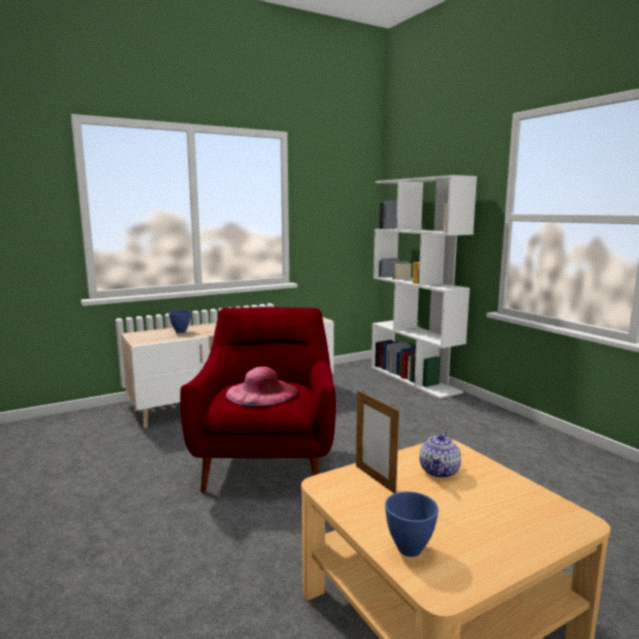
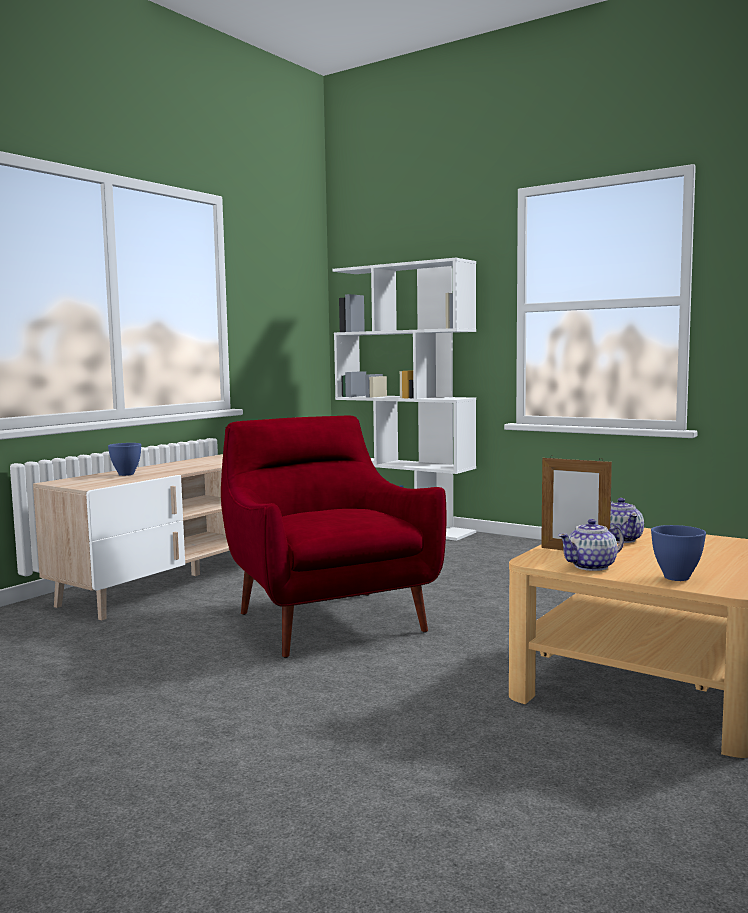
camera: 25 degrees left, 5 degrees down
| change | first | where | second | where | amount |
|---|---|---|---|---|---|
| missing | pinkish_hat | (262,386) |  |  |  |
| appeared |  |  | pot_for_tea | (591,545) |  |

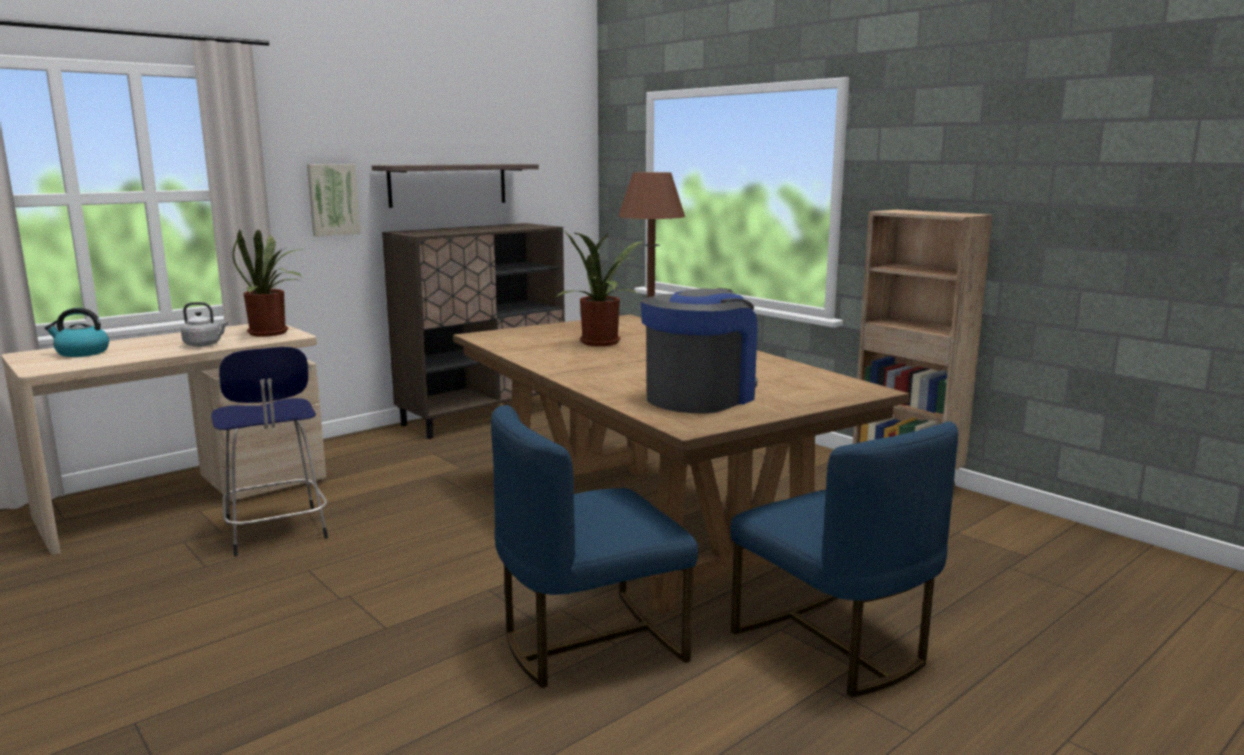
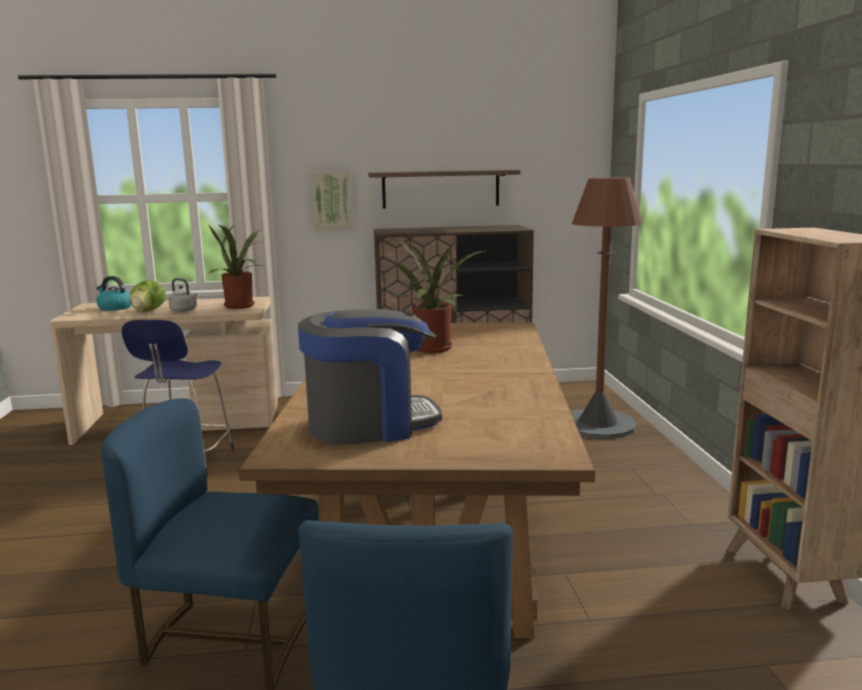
camera: 35 degrees right, 0 degrees up
| change | first | where | second | where | amount |
|---|---|---|---|---|---|
| appeared |  |  | lettuce_head | (147,296) |  |

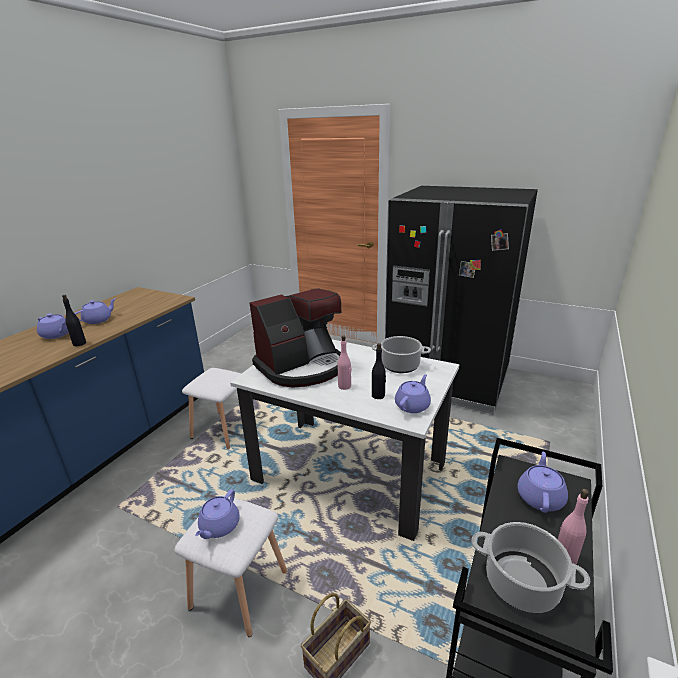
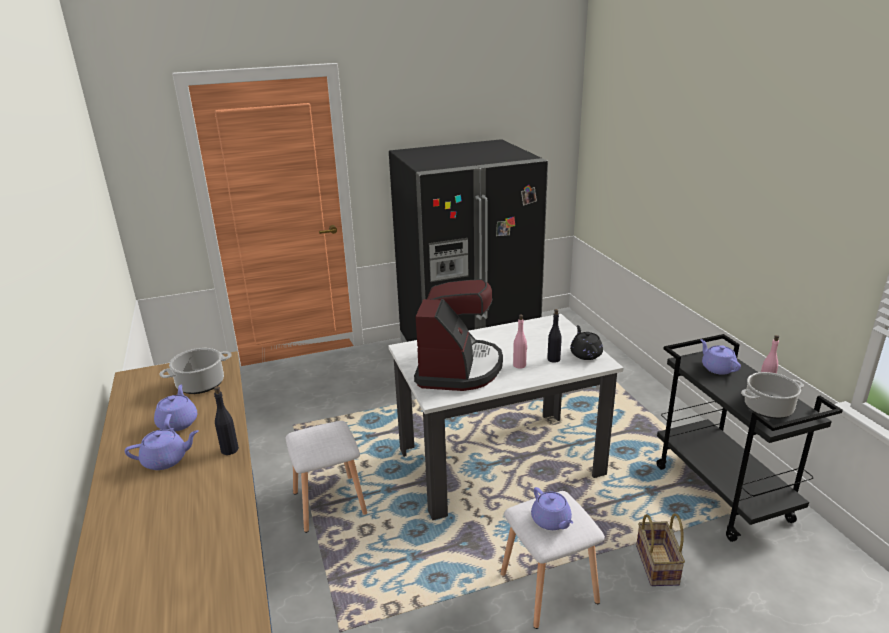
camera: 45 degrees left, 0 degrees up
| change | first | where | second | where | amount |
|---|---|---|---|---|---|
| relocated | saucepot | (401,354) |  | (195,371) |  |
| colour | purple-coloured_pot_for_tea | (413,393) | black-coloured_pot_for_tea | (586,342) |  |

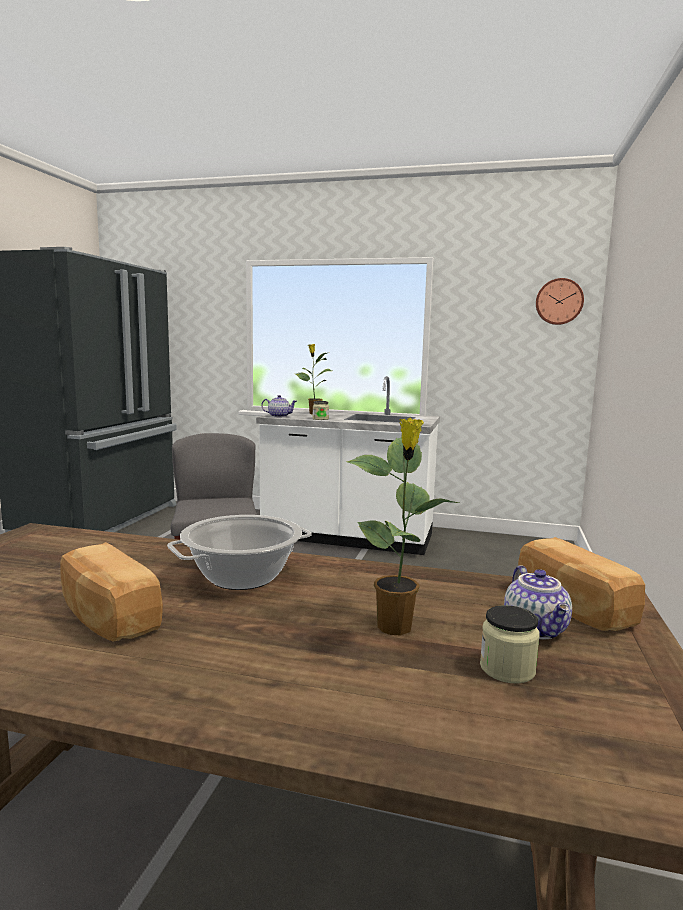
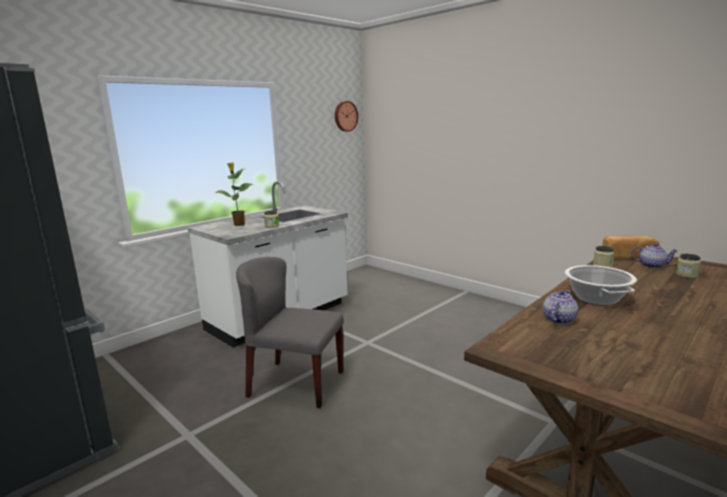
camera: 60 degrees left, 5 degrees up
| change | first | where | second | where | amount |
|---|---|---|---|---|---|
| missing | bakery_bread | (111,591) |  |  |  |
| relocated | pot_for_tea | (279,406) |  | (560,307) |  |
| missing | potted_plant | (403,527) |  |  |  |
| appeared |  |  | preserve_jar | (603,256) |  |

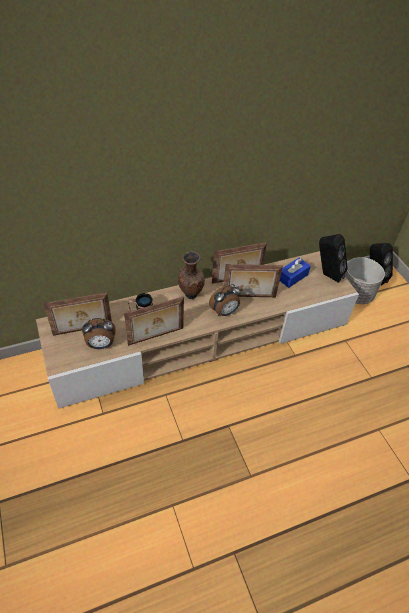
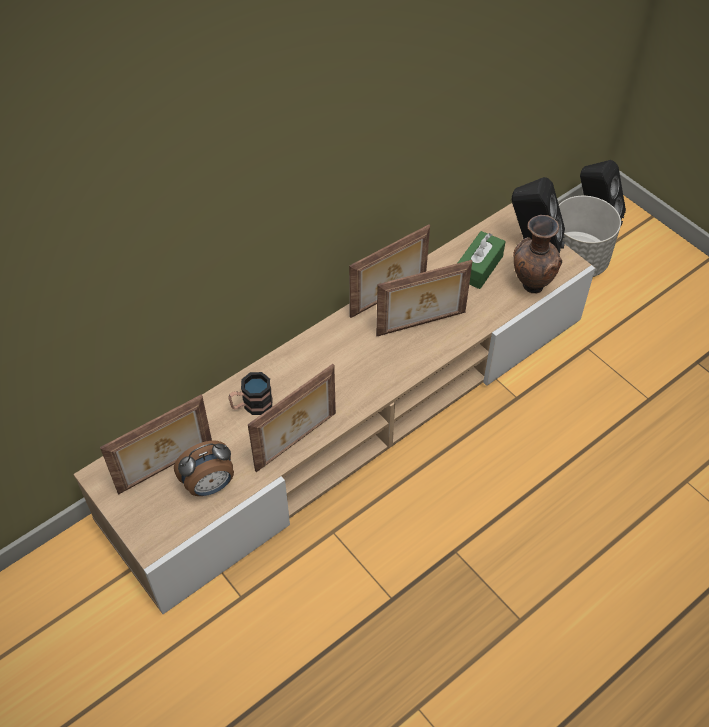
camera: 15 degrees left, 5 degrees up
| change | first | where | second | where | amount |
|---|---|---|---|---|---|
| relocated | brownish_decorative_vase | (191,275) |  | (537,254) |  |
| missing | alarm_clock | (225,300) |  |  |  |
| colour | bluish_tissue_box | (295,273) | green_tissue_box | (482,260) |  |

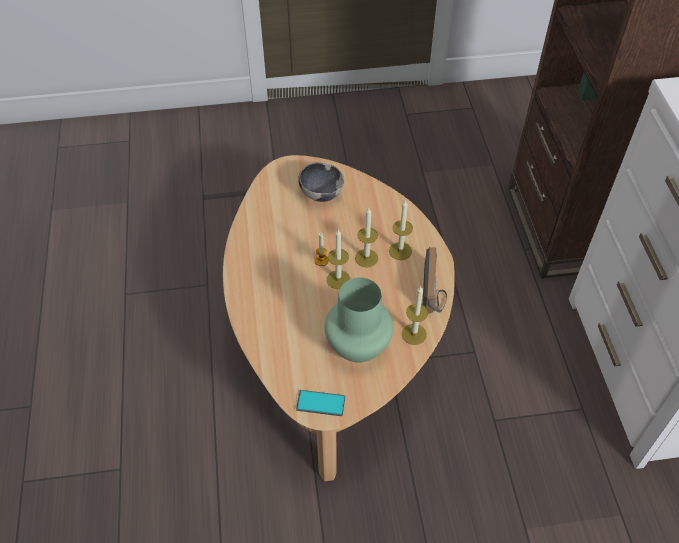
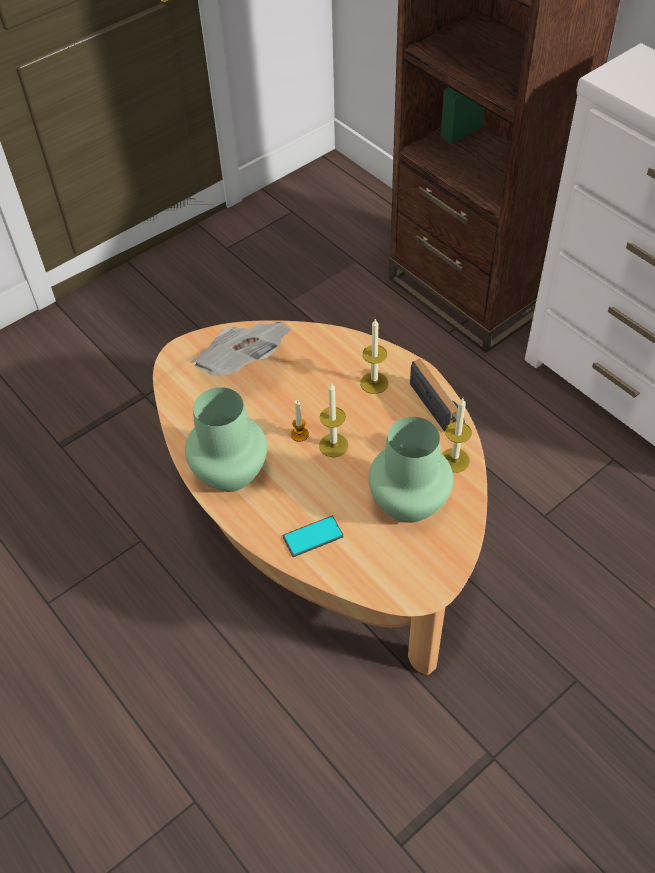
camera: 30 degrees left, 0 degrees up
| change | first | where | second | where | amount |
|---|---|---|---|---|---|
| relocated | telephone | (320,403) |  | (313,536) |  |
| exchanged | serving_bowl | (321,182) | newspaper | (241,349) |  |
| missing | wax_light | (366,238) |  |  |  |
| appeared |  |  | green_decorative_vase | (226,439) |  |

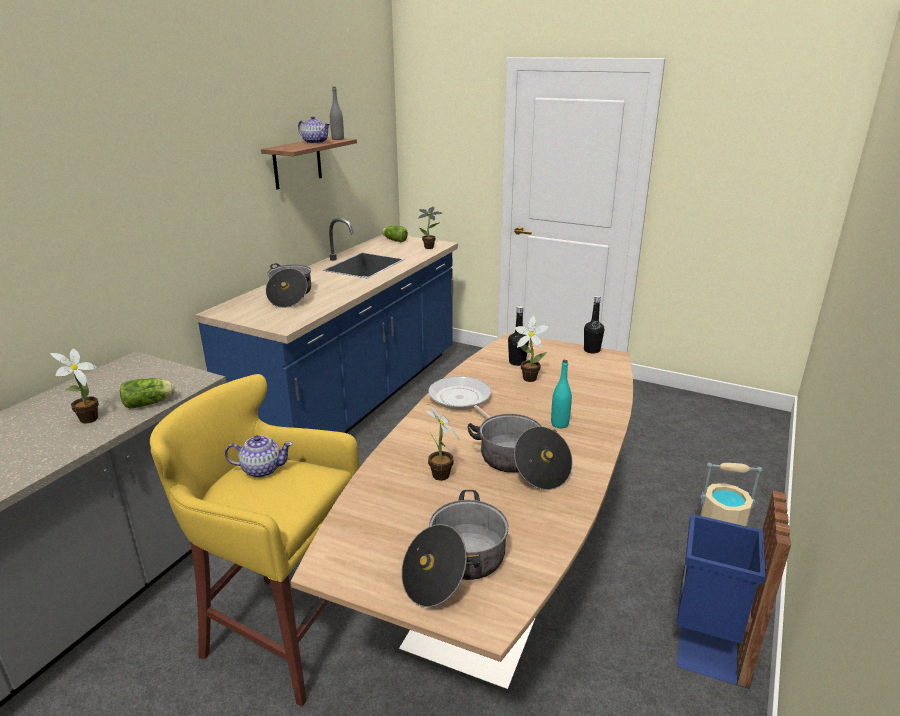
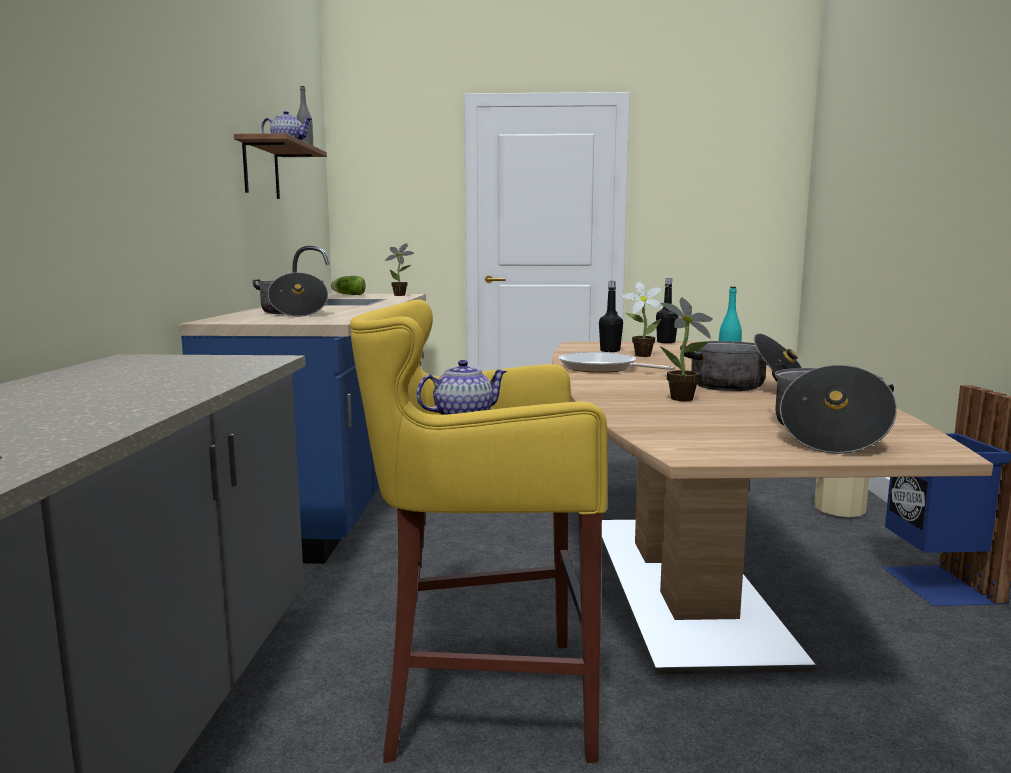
camera: 25 degrees left, 15 degrees down
| change | first | where | second | where | amount |
|---|---|---|---|---|---|
| missing | potted_plant | (74,386) |  |  |  |
| missing | lettuce_head | (147,393) |  |  |  |

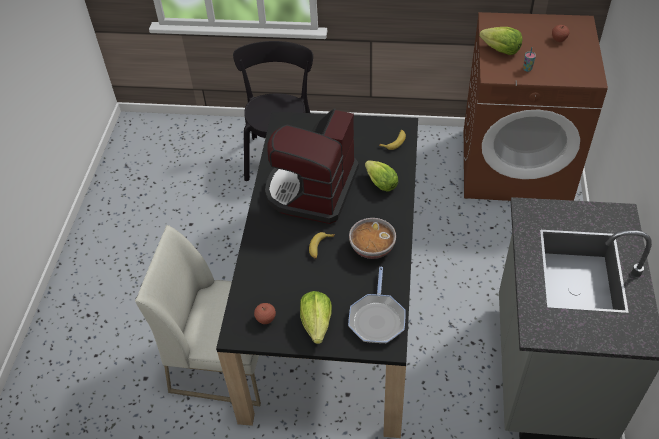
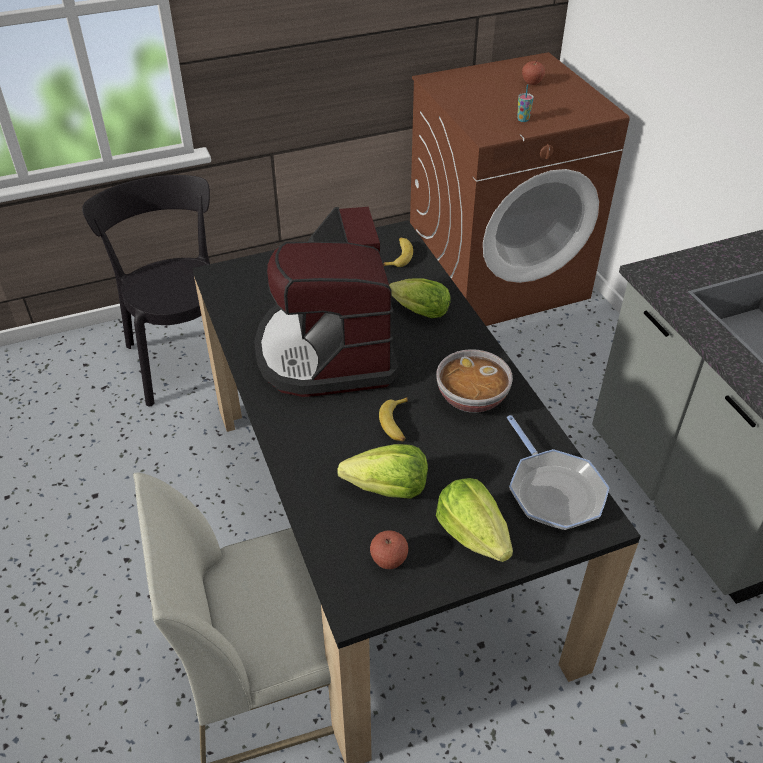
camera: 30 degrees left, 5 degrees down
| change | first | where | second | where | amount |
|---|---|---|---|---|---|
| relocated | lettuce_head | (501,41) |  | (382,471) |  |

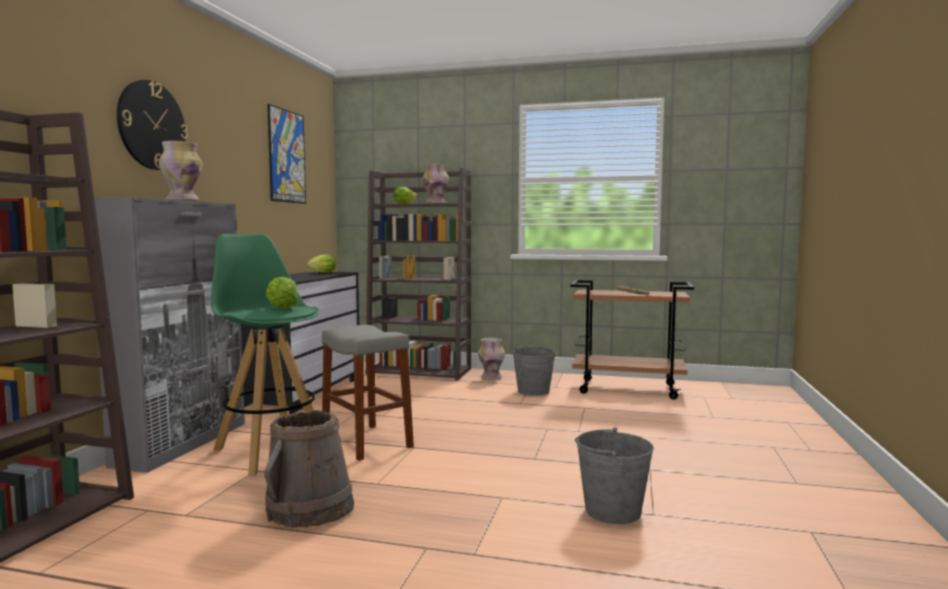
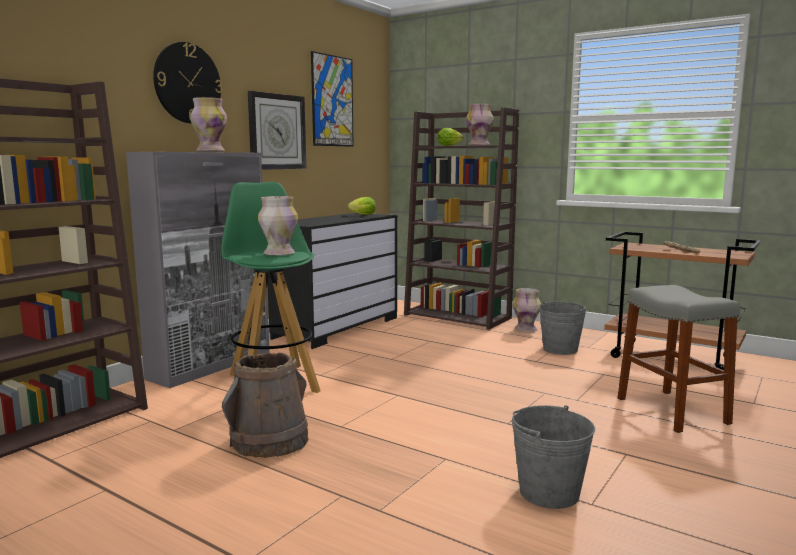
camera: 20 degrees right, 5 degrees up
| change | first | where | second | where | amount |
|---|---|---|---|---|---|
| exchanged | lettuce_head | (282,292) | decorative_vase | (278,226) |  |
| relocated | gray_stool | (368,393) |  | (679,359) |  |
| appeared |  |  | clock_on_the_wall | (277,130) |  |

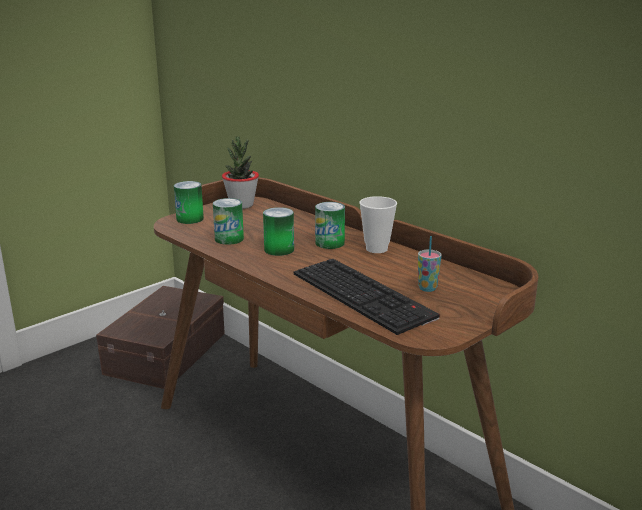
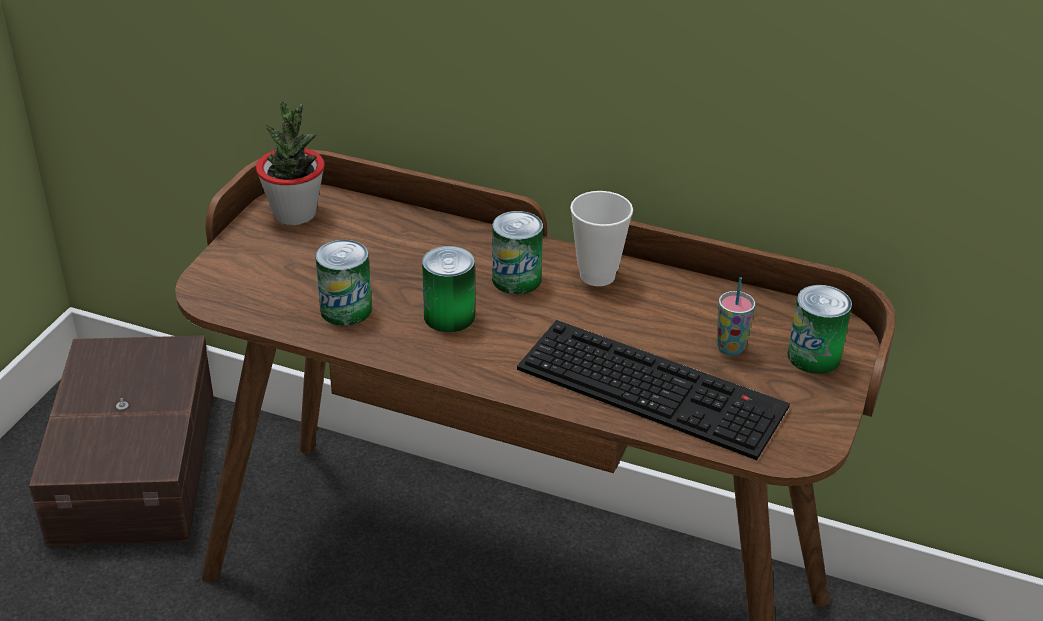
camera: 25 degrees left, 15 degrees up
| change | first | where | second | where | amount |
|---|---|---|---|---|---|
| relocated | sealed_can | (189,202) |  | (819,329) |  |

